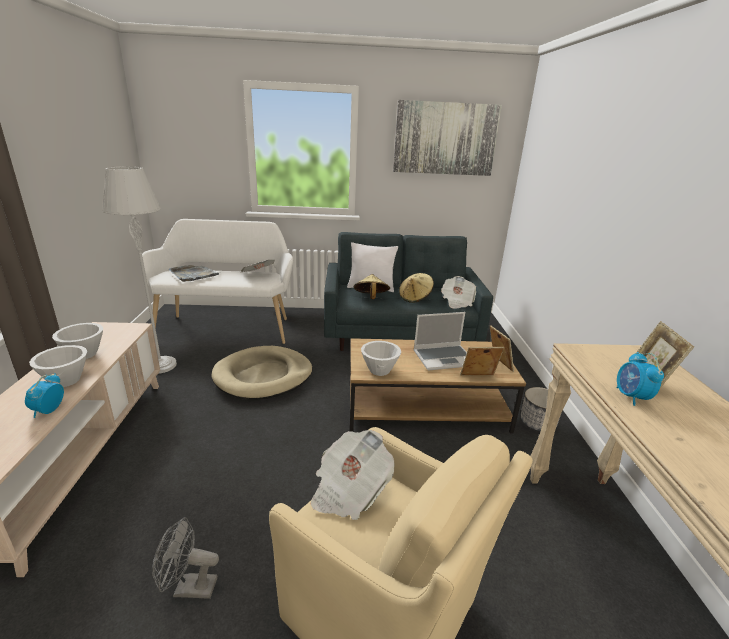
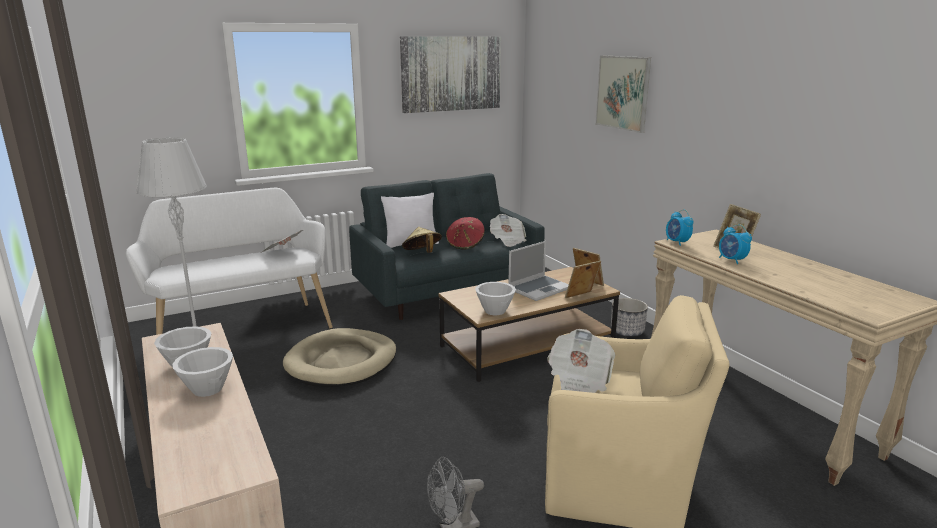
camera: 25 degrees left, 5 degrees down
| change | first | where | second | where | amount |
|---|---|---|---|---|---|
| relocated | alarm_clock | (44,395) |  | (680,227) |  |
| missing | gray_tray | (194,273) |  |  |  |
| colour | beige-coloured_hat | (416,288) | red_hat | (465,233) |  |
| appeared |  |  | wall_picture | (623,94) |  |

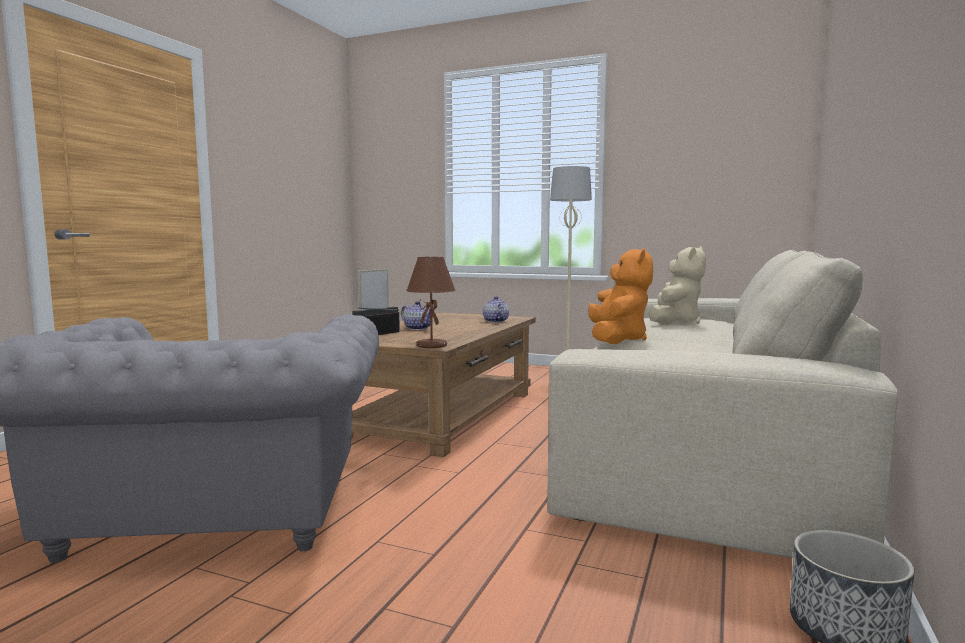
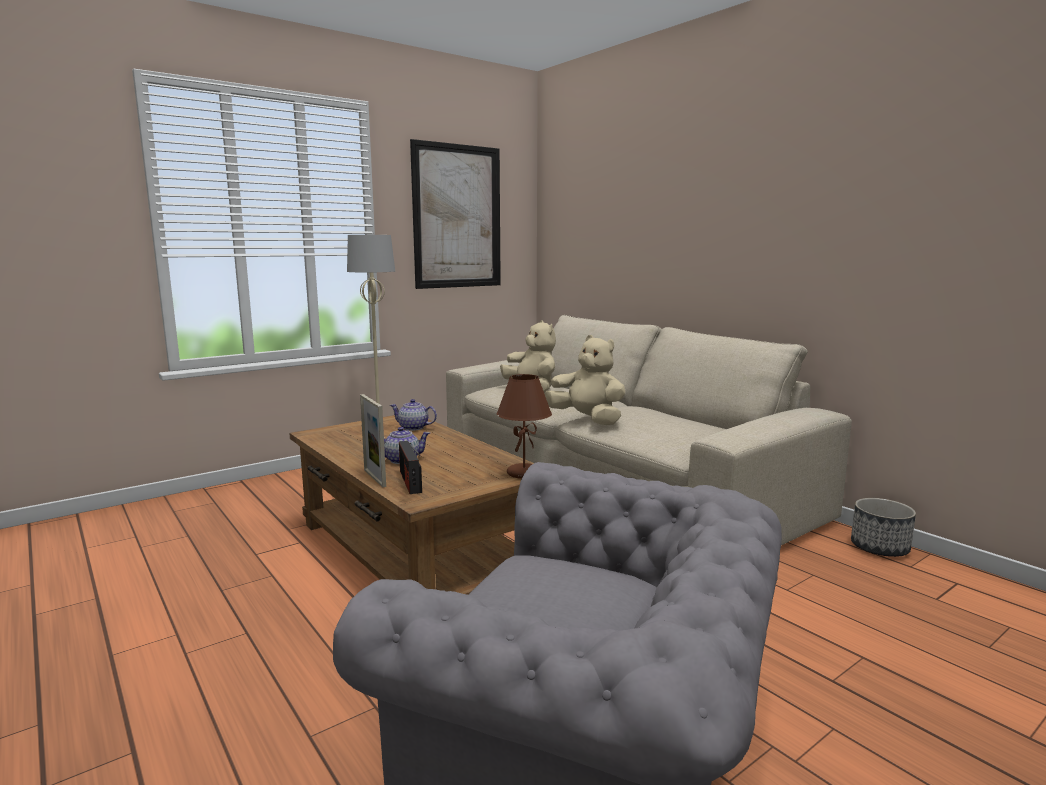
camera: 60 degrees left, 5 degrees up
| change | first | where | second | where | amount |
|---|---|---|---|---|---|
| colour | orangey_soft_toy | (620,295) | beige-coloured_soft_toy | (584,380) |  |
| appeared |  |  | wall_picture | (455,214) |  |

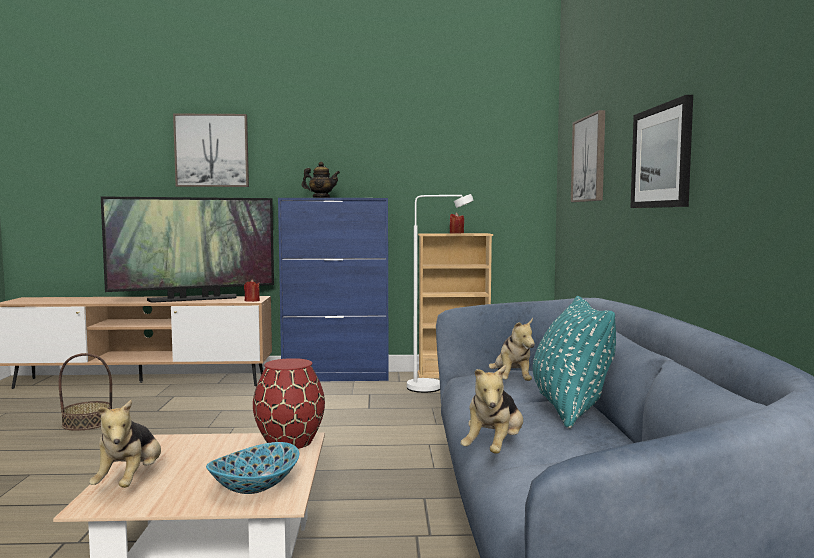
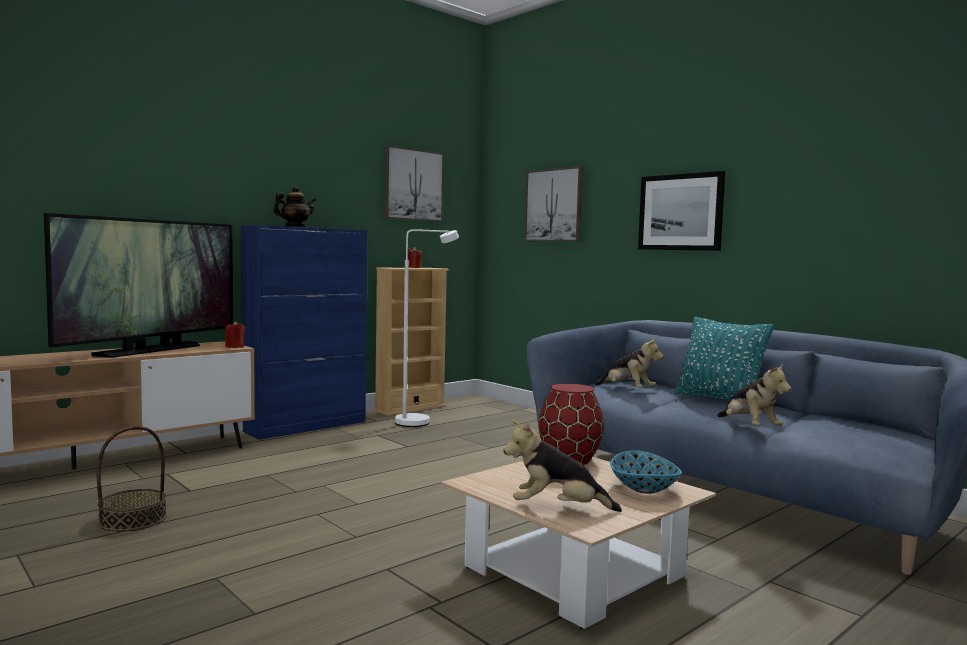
camera: 40 degrees left, 0 degrees up
| change | first | where | second | where | amount |
|---|---|---|---|---|---|
| spun | soft_toy | (125,443) |  | (562,466) | 135 degrees clockwise |
| relocated | wall_picture | (211,150) |  | (414,183) |  |

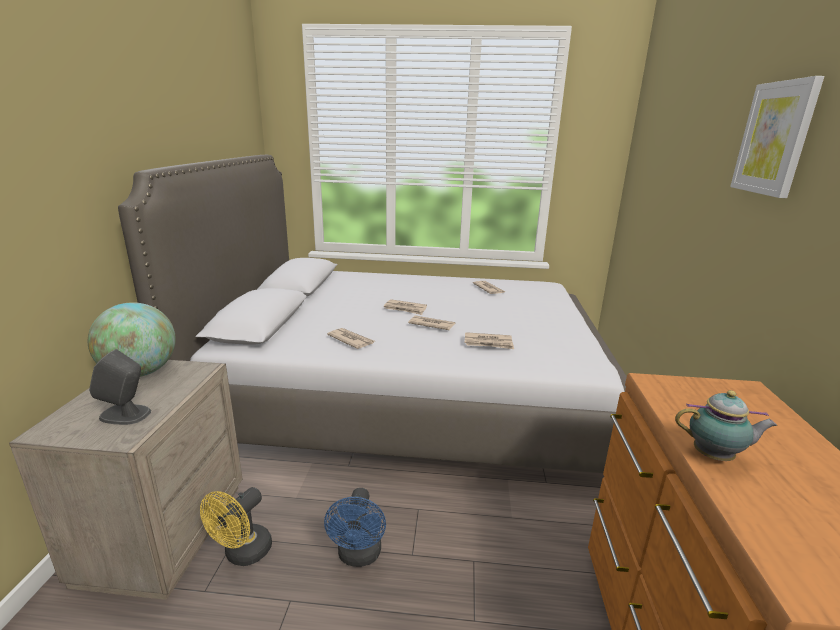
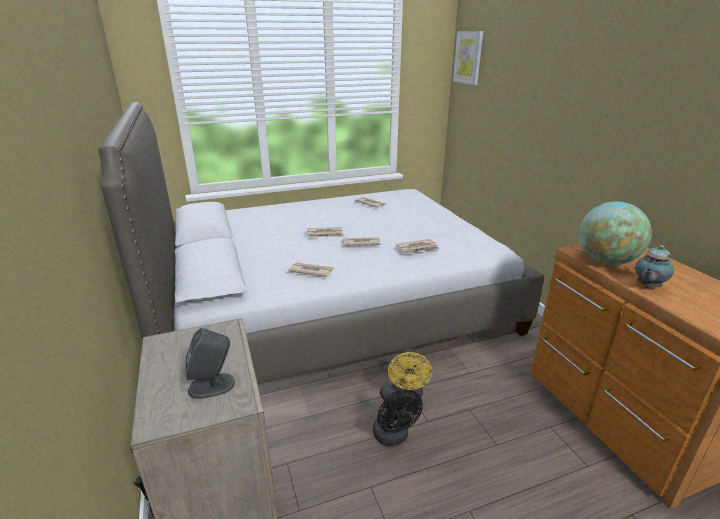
camera: 25 degrees left, 5 degrees up
| change | first | where | second | where | amount |
|---|---|---|---|---|---|
| relocated | globe | (132,339) |  | (615,233) |  |
| relocated | yellowish_fan | (236,526) |  | (410,375) |  |
| colour | bluish_fan | (355,527) | black-coloured_fan | (398,415) |  |
| spun | pot_for_tea | (726,425) |  | (654,266) | 150 degrees clockwise |
| relocated | wall_picture | (777,137) |  | (468,58) |  |

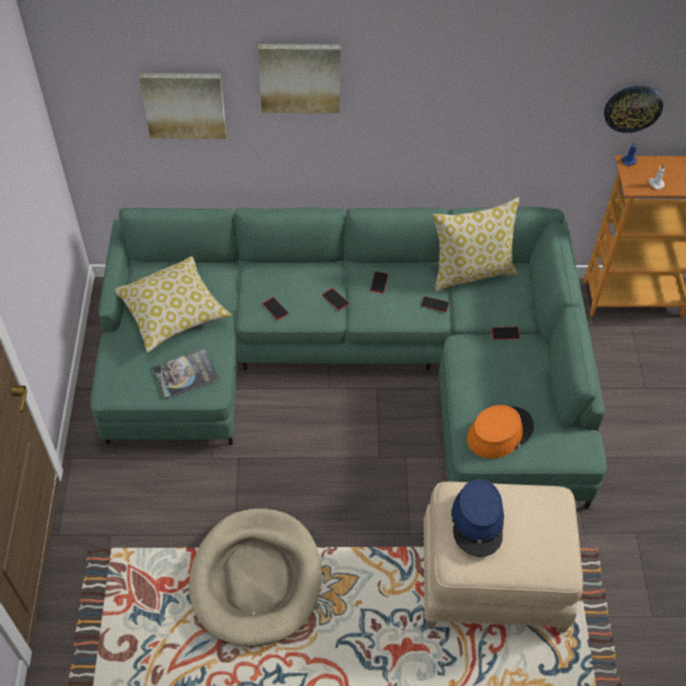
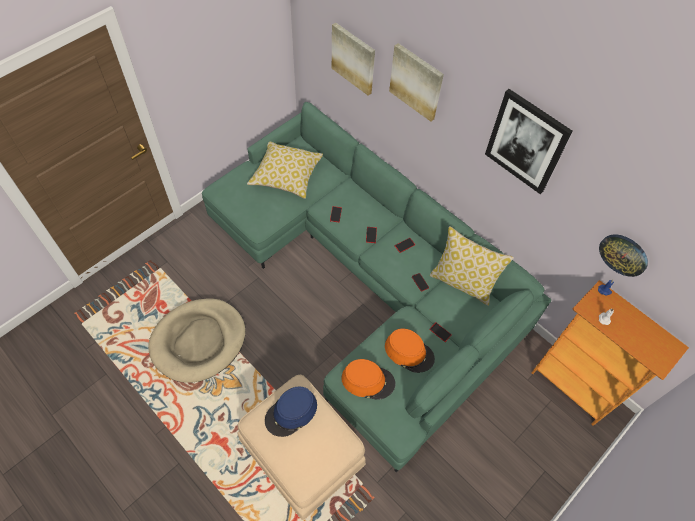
camera: 45 degrees right, 5 degrees up
| change | first | where | second | where | amount |
|---|---|---|---|---|---|
| missing | volume | (185,373) |  |  |  |
| appeared |  |  | orangey_hat | (410,351) |  |
| appeared |  |  | wall_picture | (528,141) |  |

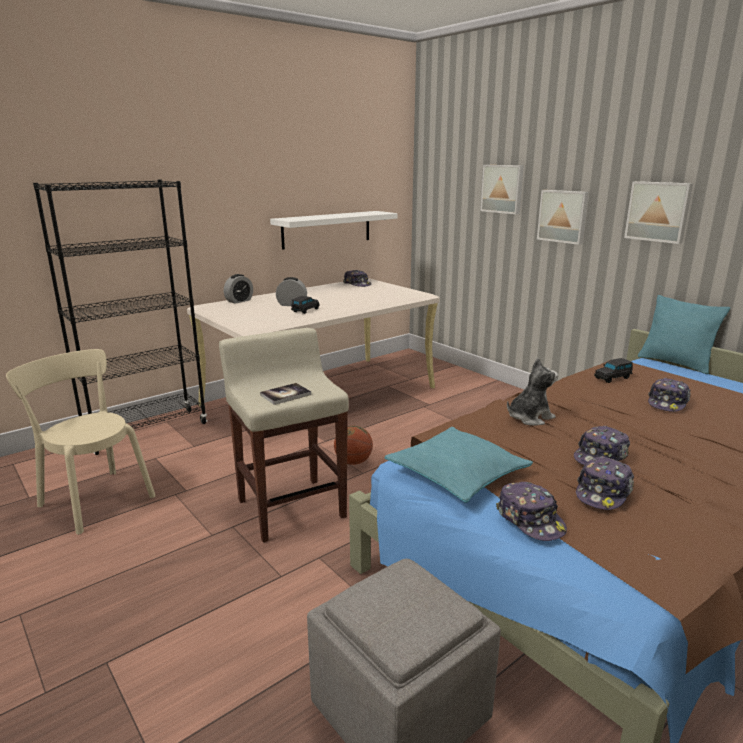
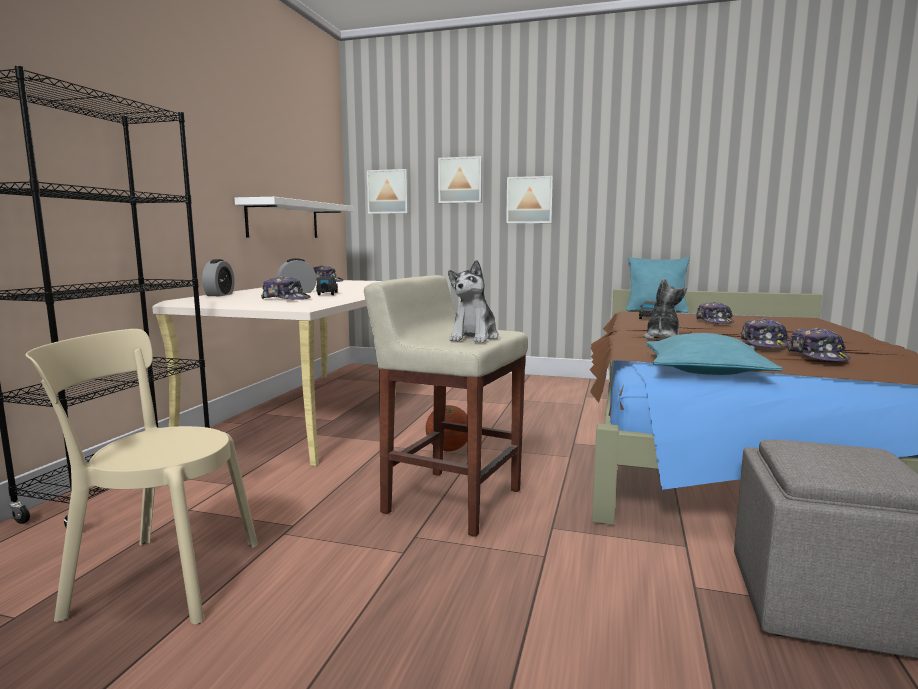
camera: 35 degrees left, 10 degrees down
| change | first | where | second | where | amount |
|---|---|---|---|---|---|
| exchanged | volume | (285,394) | soft_toy | (473,301) |  |
| relocated | peaked_cap | (531,511) |  | (286,288) |  |
| relocated | wall_picture | (658,212) |  | (388,191) |  |

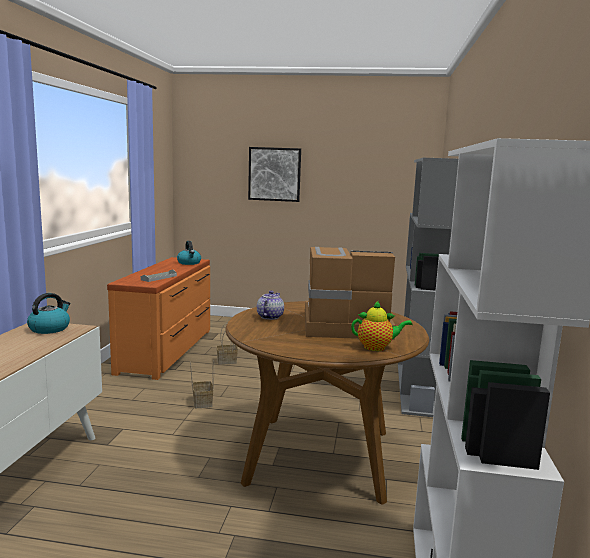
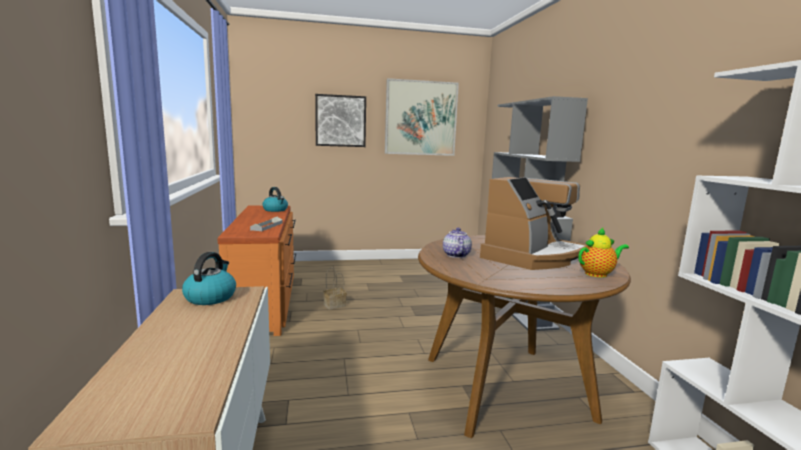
camera: 20 degrees left, 0 degrees up
| change | first | where | second | where | amount |
|---|---|---|---|---|---|
| missing | household_basket | (202,384) |  |  |  |
| spun | coffee_maker | (350,293) |  | (533,223) | 150 degrees clockwise |
| appeared |  |  | wall_picture | (422,117) |  |

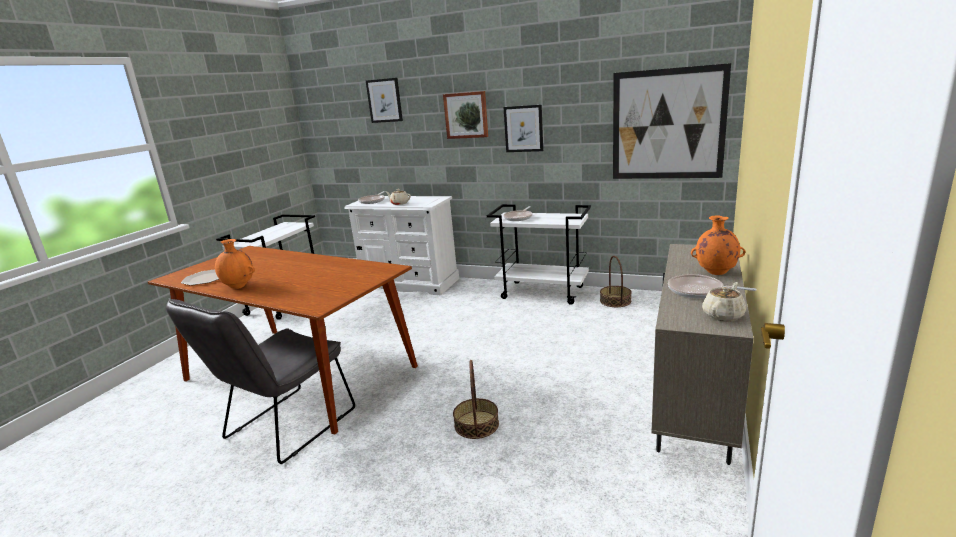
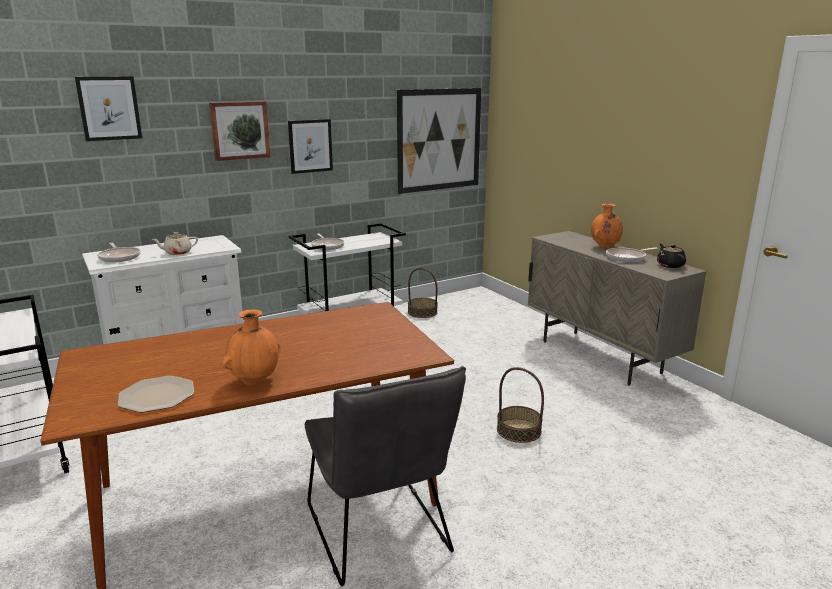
camera: 55 degrees left, 0 degrees up
| change | first | where | second | where | amount |
|---|---|---|---|---|---|
| colour | beige-coloured_pot_for_tea | (724,301) | black-coloured_pot_for_tea | (671,255) |  |

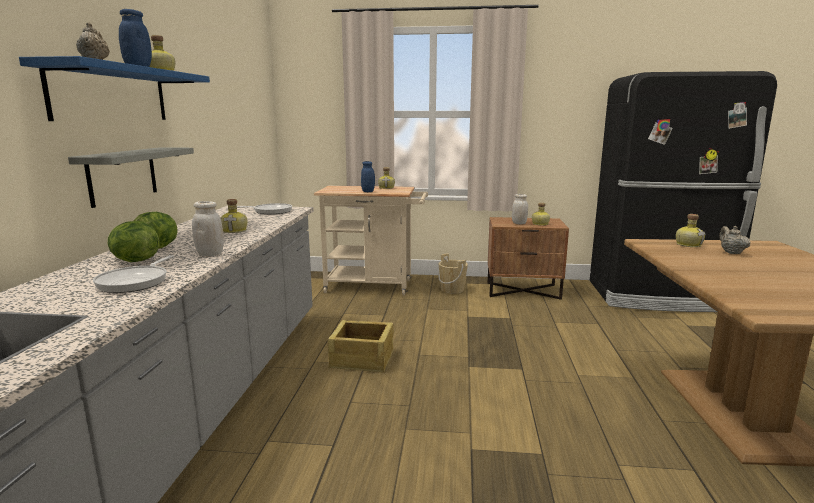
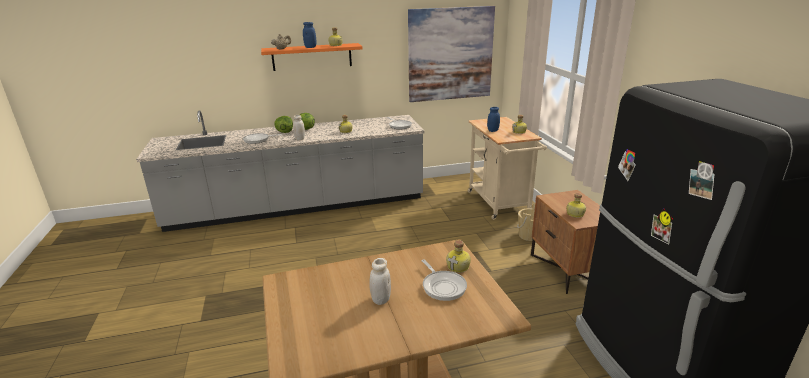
camera: 70 degrees right, 10 degrees up
| change | first | where | second | where | amount |
|---|---|---|---|---|---|
| colour | bluish_shelf | (114,88) | orangey_shelf | (312,57) |  |
| missing | gray_shelf | (131,177) |  |  |  |
| missing | crate | (361,346) |  |  |  |
| relocated | white_preserve_jar | (520,209) |  | (380,281) |  |
| exchanged | beige-coloured_pot_for_tea | (734,240) | frying_pan | (444,280) |  |
| appeared |  |  | wall_picture | (451,54) |  |

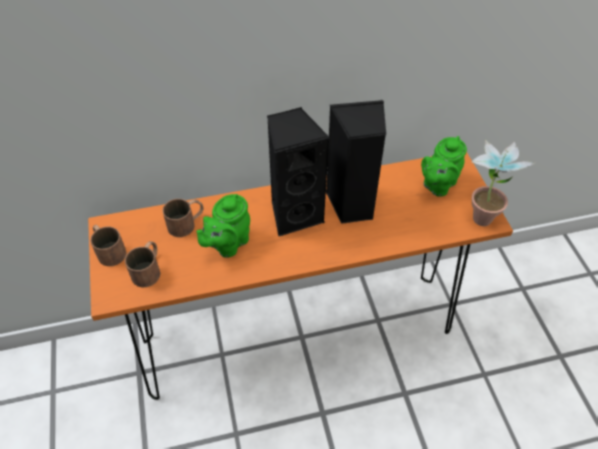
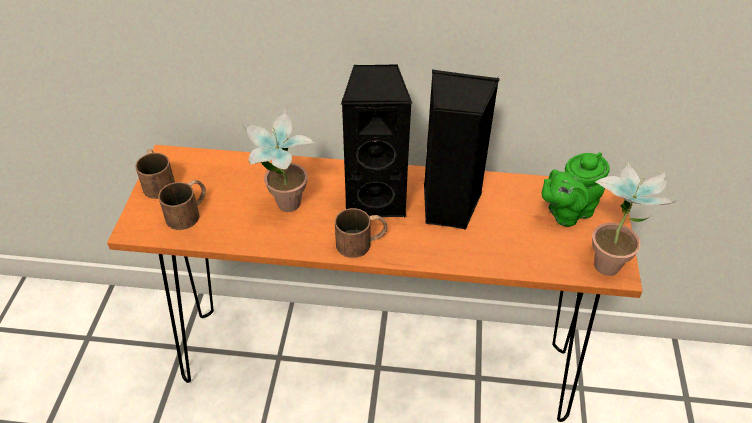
camera: 20 degrees right, 5 degrees down
| change | first | where | second | where | amount |
|---|---|---|---|---|---|
| relocated | brownish_mug | (183,218) |  | (361,233) |  |
| exchanged | green_pot_for_tea | (223,226) | potted_plant | (279,160) |  |

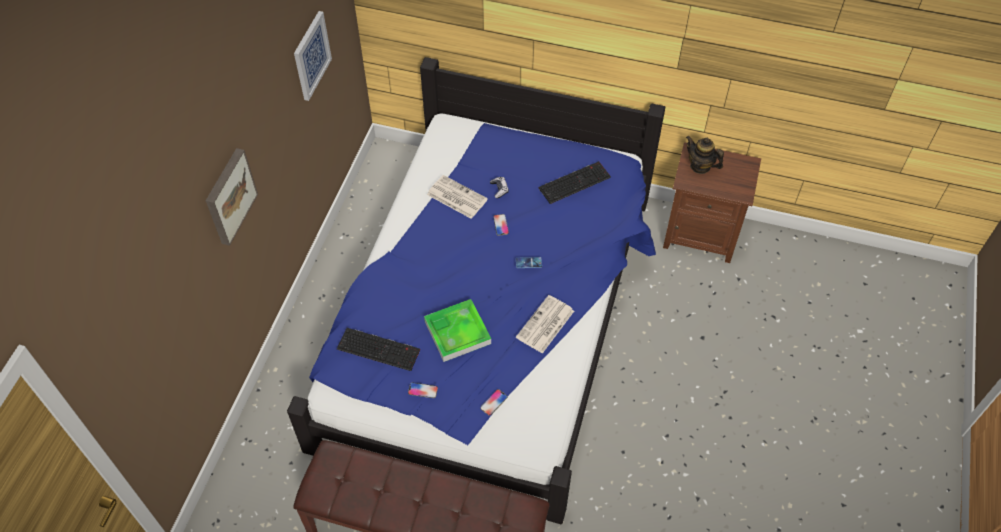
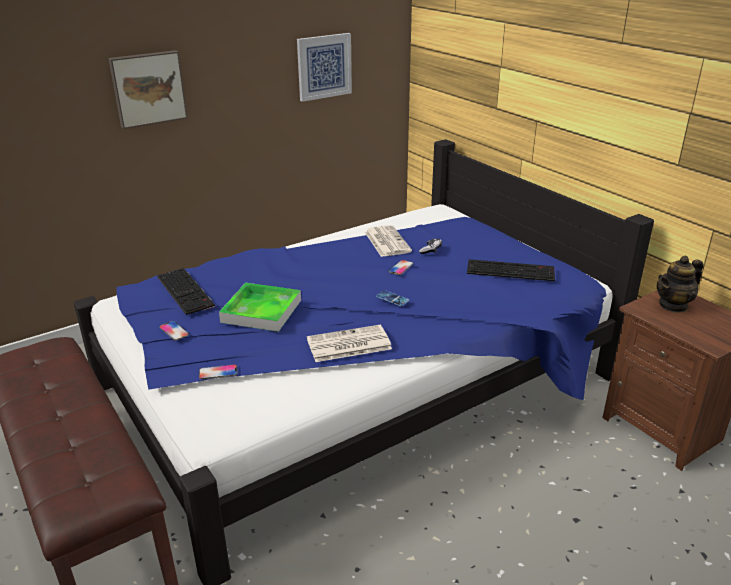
camera: 40 degrees right, 25 degrees down
| change | first | where | second | where | amount |
|---|---|---|---|---|---|
| spun | pot_for_tea | (705,155) |  | (680,284) | 105 degrees counterclockwise |

